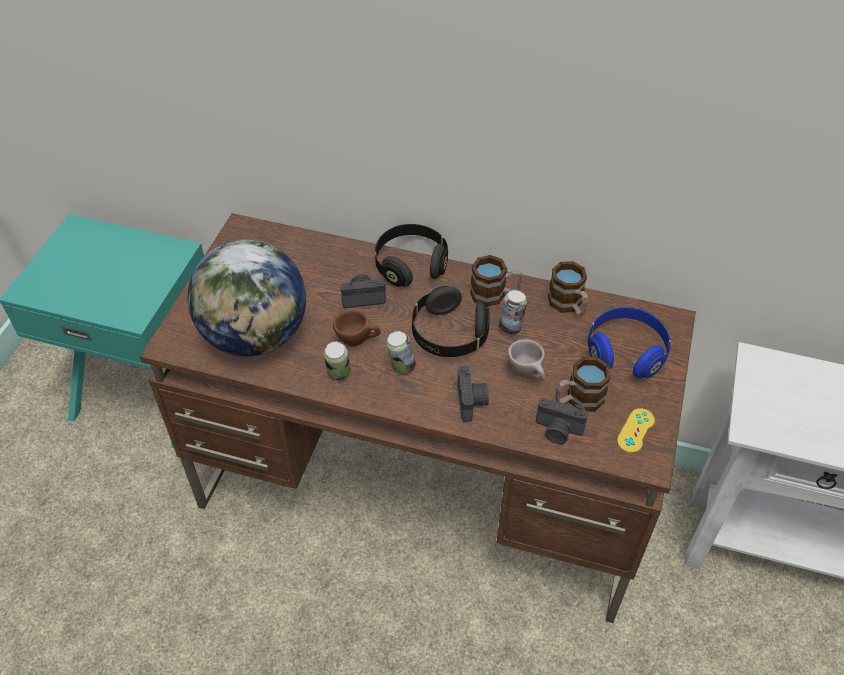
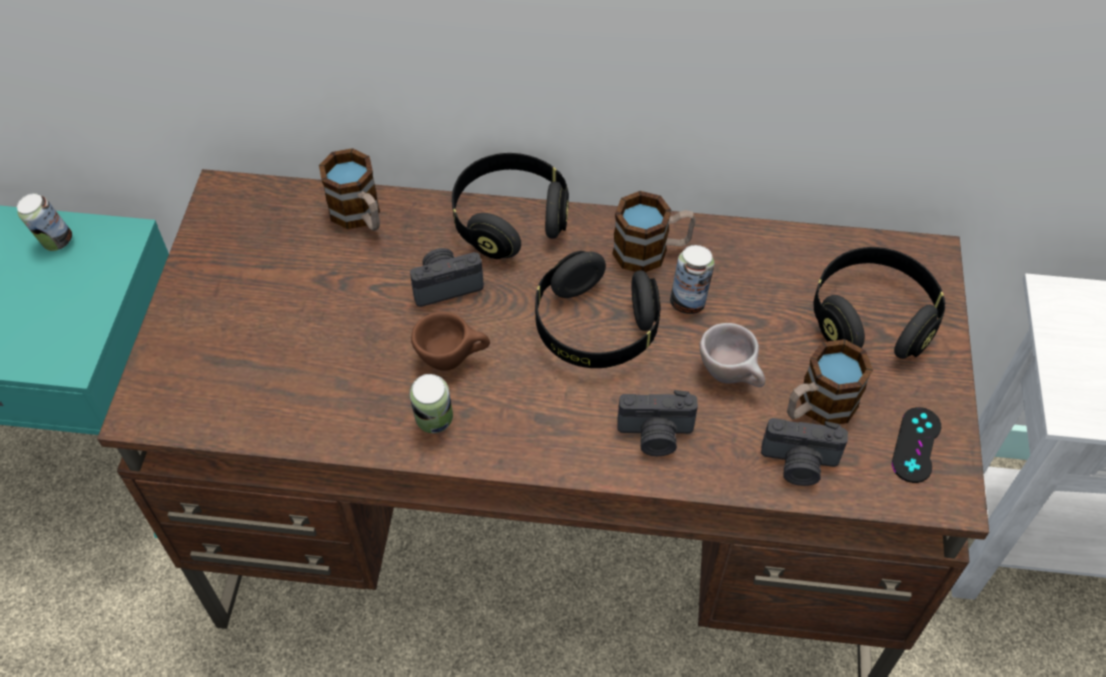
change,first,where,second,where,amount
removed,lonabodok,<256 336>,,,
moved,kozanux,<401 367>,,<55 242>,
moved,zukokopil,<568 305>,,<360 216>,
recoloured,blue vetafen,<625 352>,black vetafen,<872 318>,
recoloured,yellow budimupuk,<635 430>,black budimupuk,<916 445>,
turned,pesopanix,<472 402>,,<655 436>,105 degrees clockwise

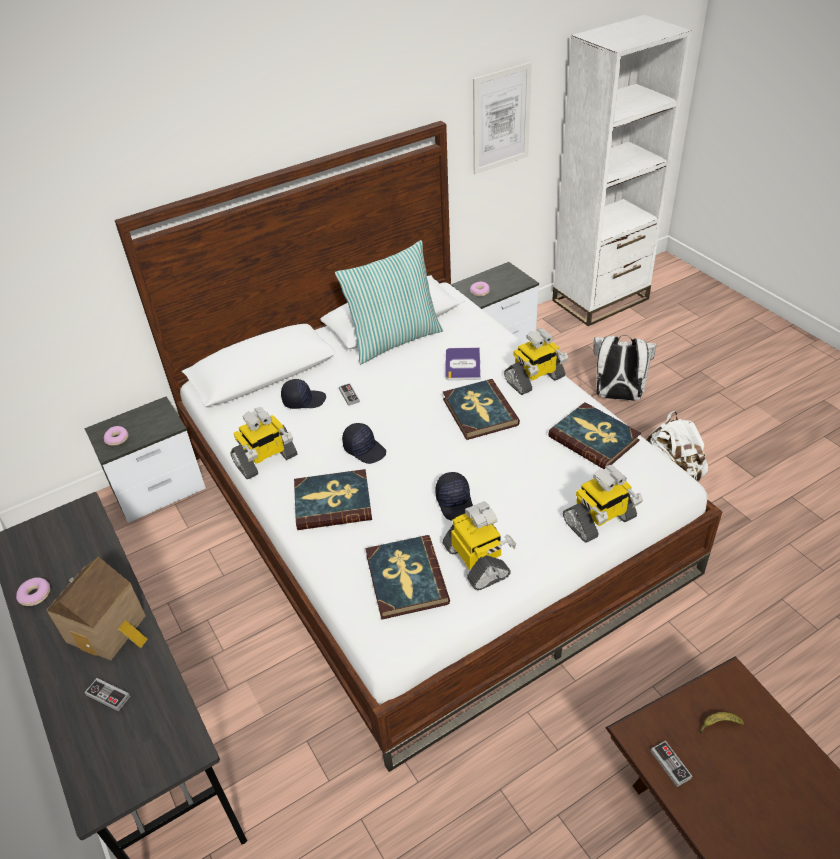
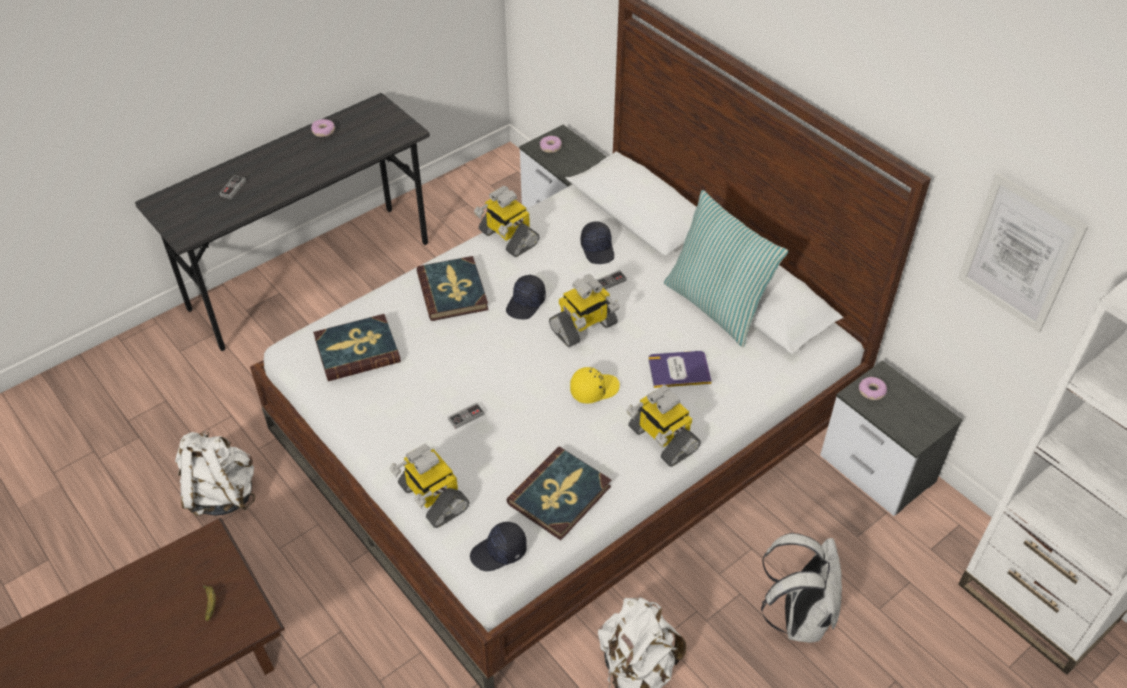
change,first,where,second,where,amount
removed,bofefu,<110 630>,,,
added,,,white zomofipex,<222 494>,
moved,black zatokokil,<455 502>,,<499 552>,
moved,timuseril,<477 561>,,<583 327>,
moved,budimupuk,<670 764>,,<466 417>,
replaced,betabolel,<479 412>,yellow zatokokil,<593 389>,

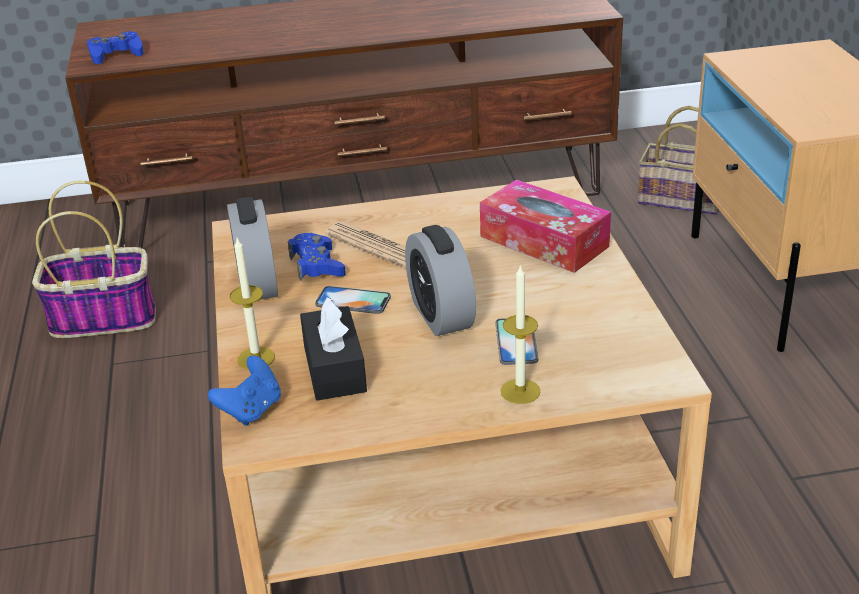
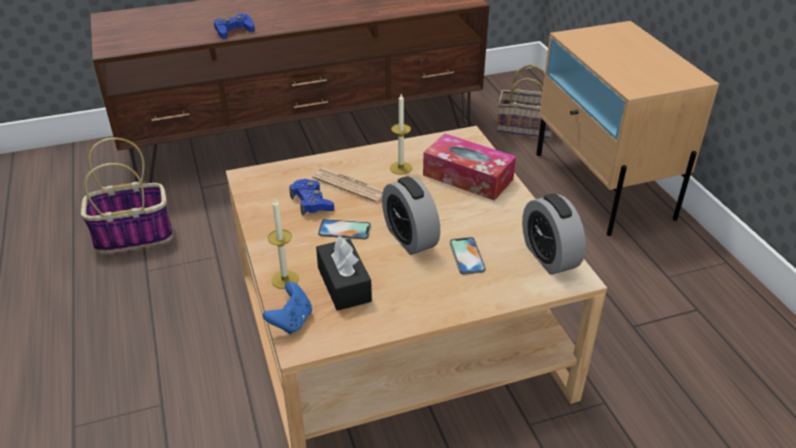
change,first,where,second,where,amount
moved,blue budimupuk,<116 54>,,<234 30>,
moved,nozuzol,<257 283>,,<549 256>,
moved,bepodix,<520 391>,,<401 168>,

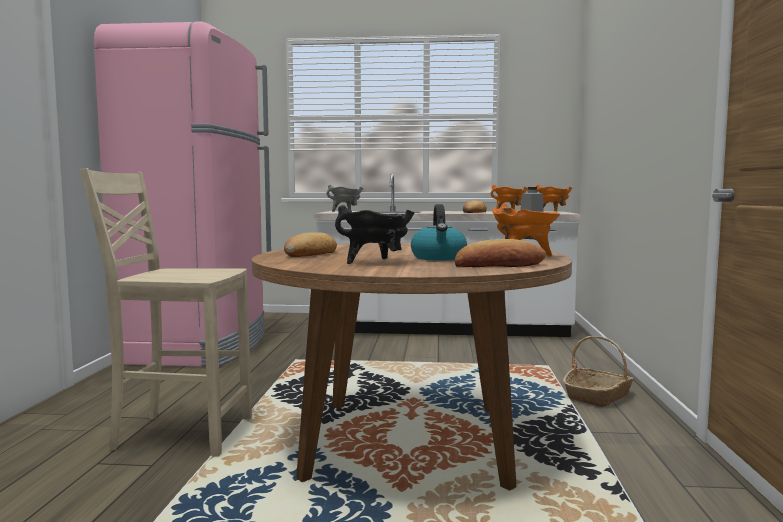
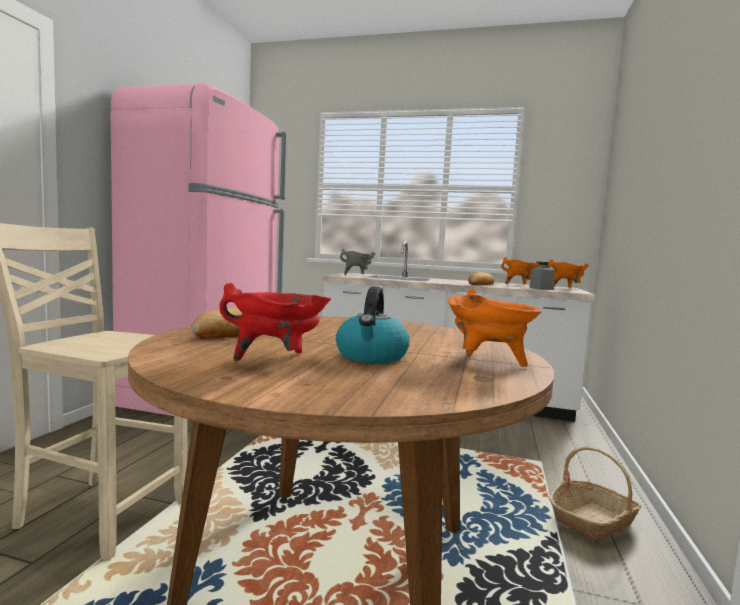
change,first,where,second,where,amount
removed,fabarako,<499 265>,,,
recoloured,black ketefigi,<377 262>,red ketefigi,<278 360>,

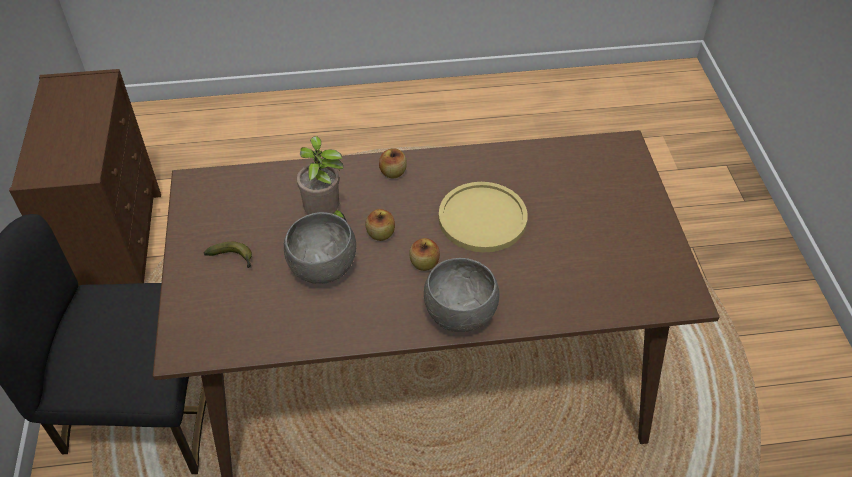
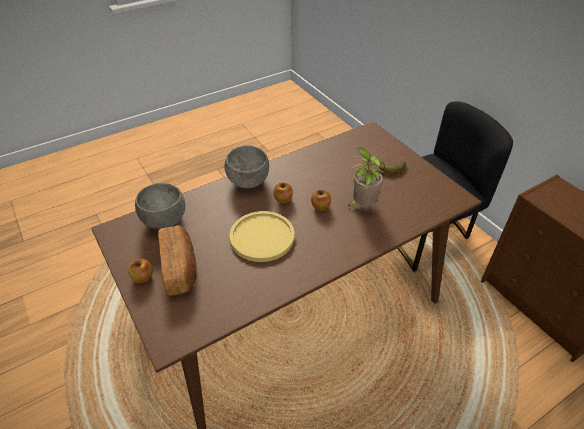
change,first,where,second,where,amount
added,,,fabarako,<180 268>,
moved,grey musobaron,<322 267>,,<165 221>,
moved,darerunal,<393 172>,,<143 277>,

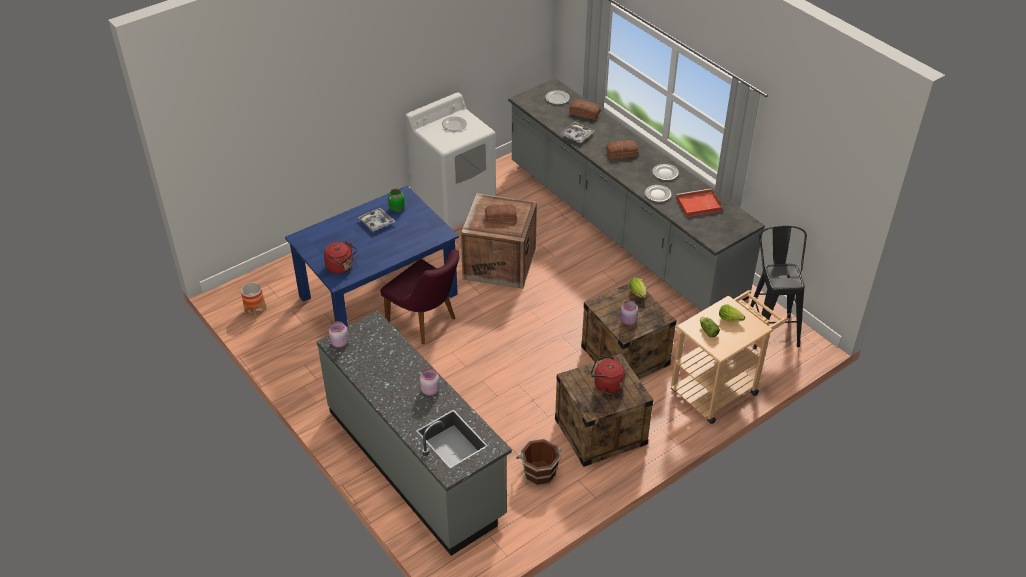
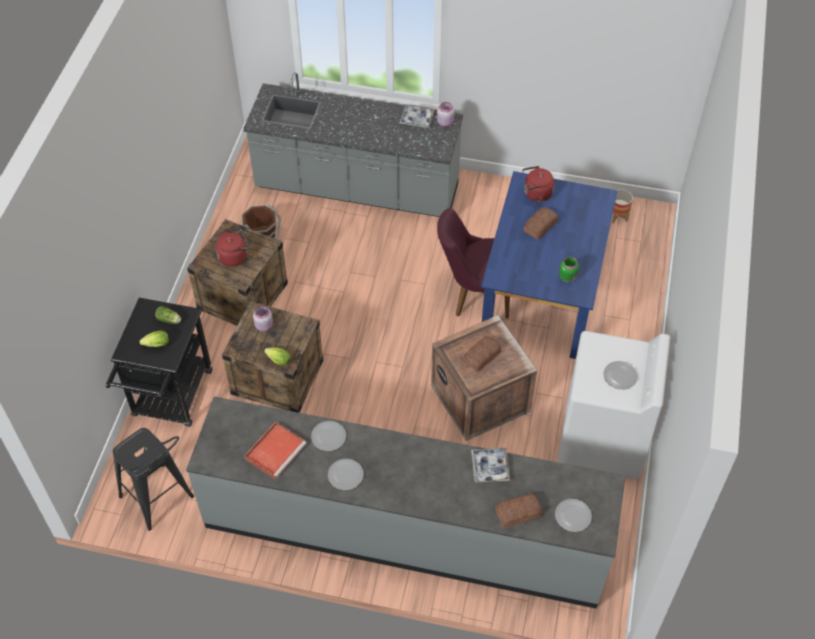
change,first,where,second,where,amount
removed,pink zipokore,<429 390>,,,
moved,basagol,<376 222>,,<417 119>,
moved,fabarako,<622 153>,,<539 226>,
recoloured,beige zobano,<719 388>,black zobano,<170 399>,

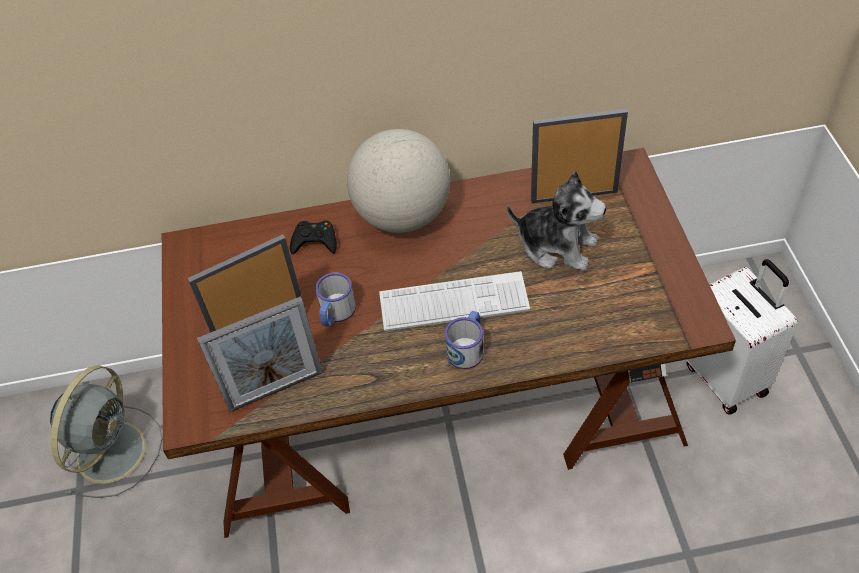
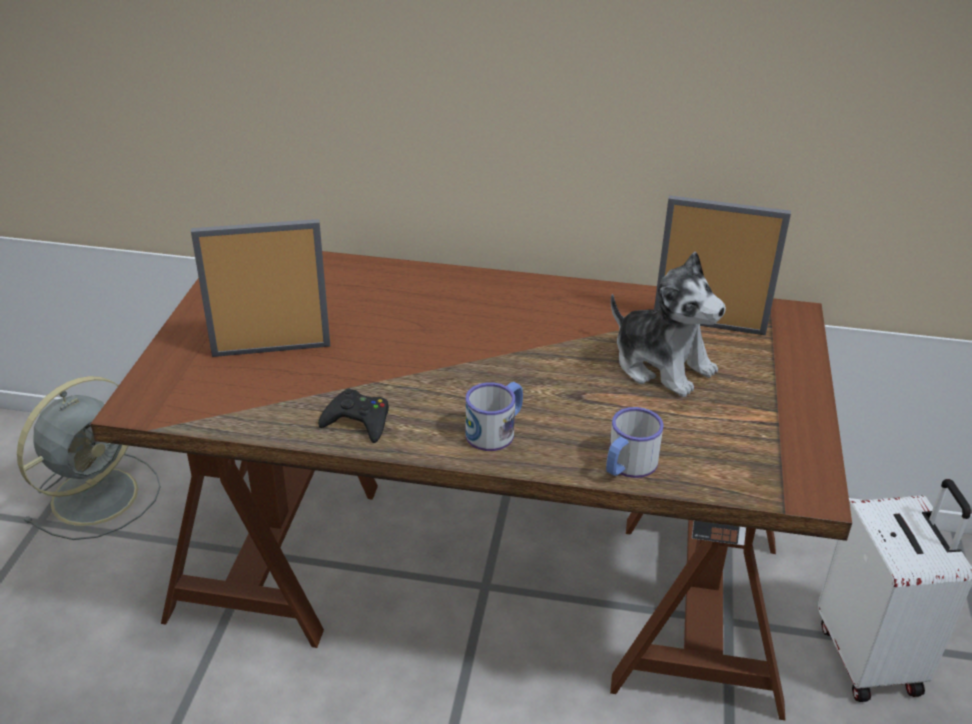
change,first,where,second,where,amount
removed,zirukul,<276 390>,,,
removed,lonabodok,<402 216>,,,
removed,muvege,<454 302>,,,
moved,black budimupuk,<315 241>,,<358 421>,
moved,zukokopil,<335 313>,,<627 466>,

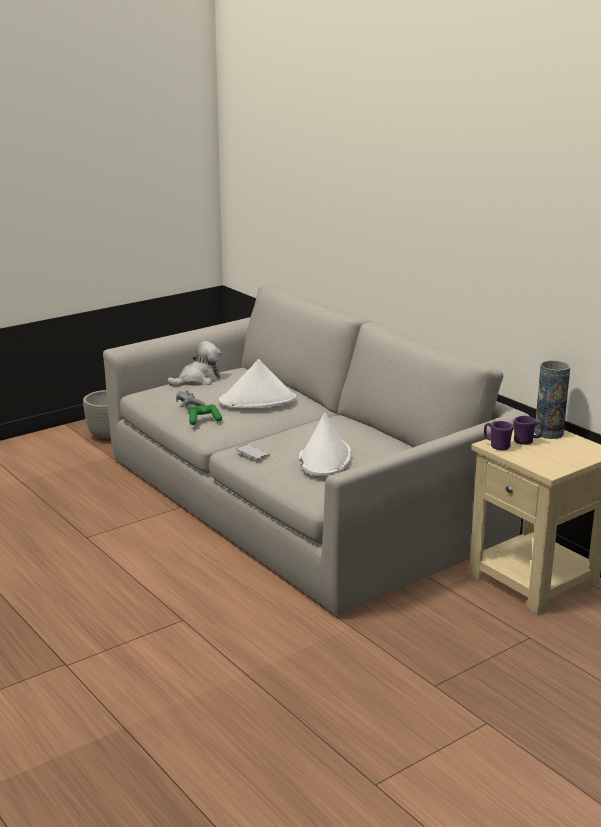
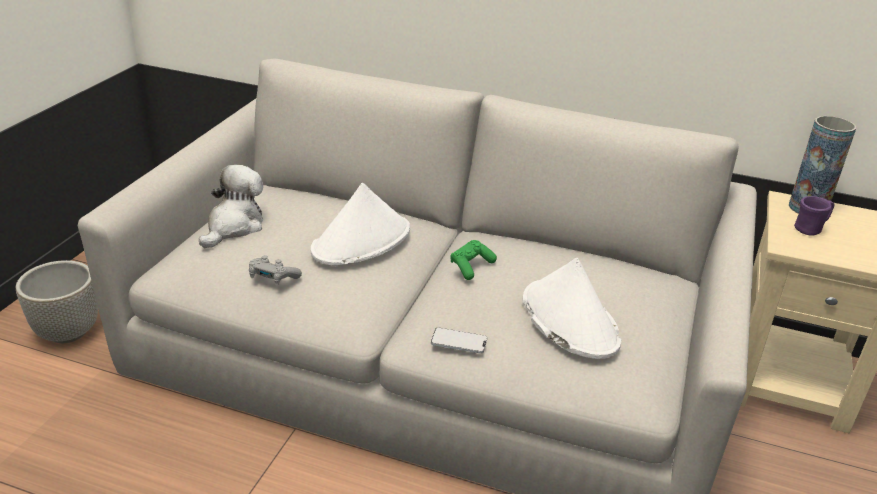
change,first,where,second,where,amount
removed,purple zukokopil,<497 446>,,,
moved,green budimupuk,<204 420>,,<471 266>,

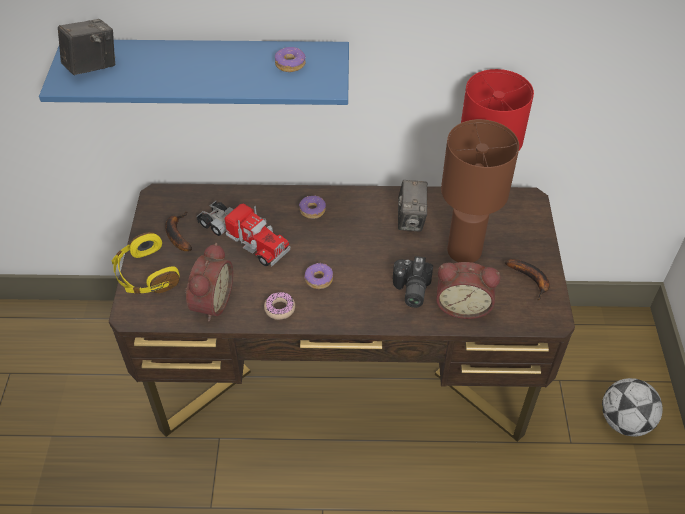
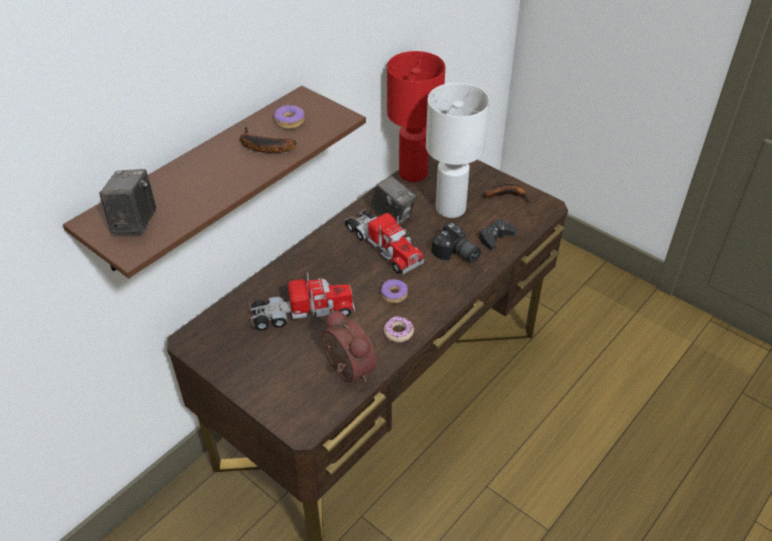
change,first,where,second,where,amount
removed,yellow vetafen,<145 275>,,,
removed,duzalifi,<312 210>,,,
removed,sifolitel,<624 421>,,,
added,,,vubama,<383 246>,
moved,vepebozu,<177 234>,,<262 147>,
replaced,nozuzol,<463 305>,black budimupuk,<495 238>,
recoloured,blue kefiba,<209 71>,brown kefiba,<200 179>,
recoloured,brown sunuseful,<465 252>,white sunuseful,<451 209>,

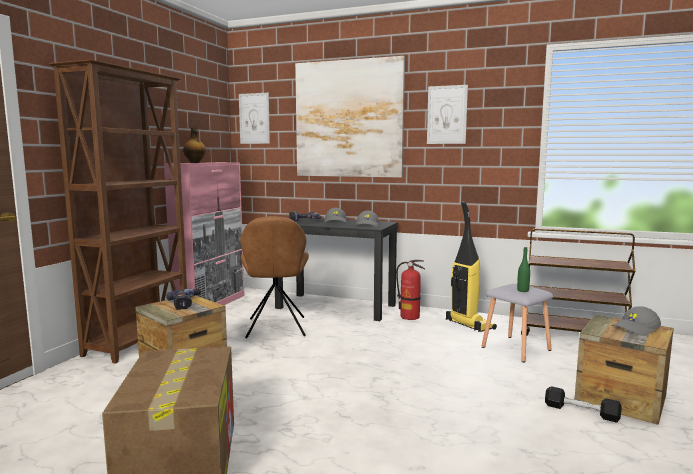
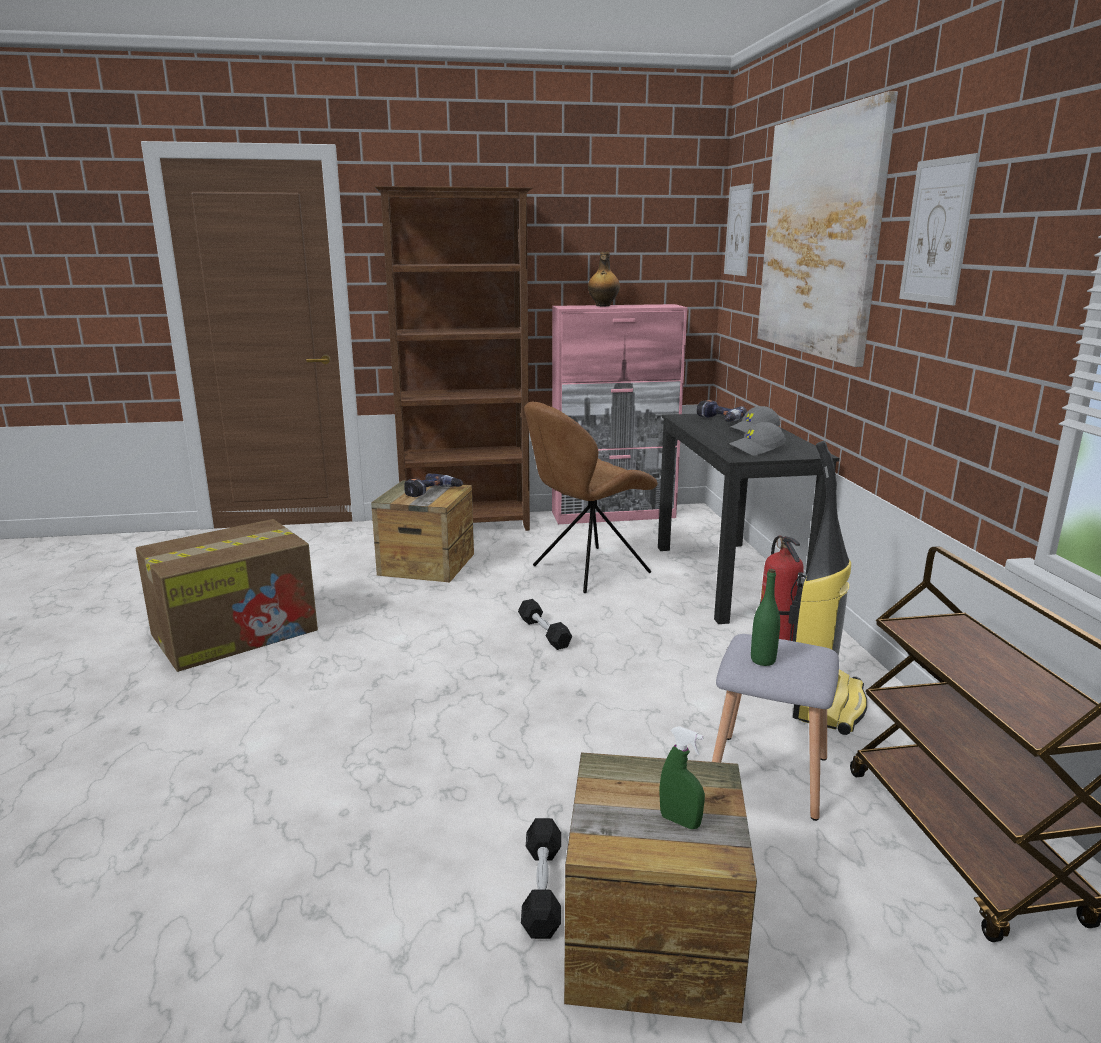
change,first,where,second,where,amount
added,,,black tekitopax,<544 633>,
replaced,grey zatokokil,<636 329>,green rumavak,<680 821>,

